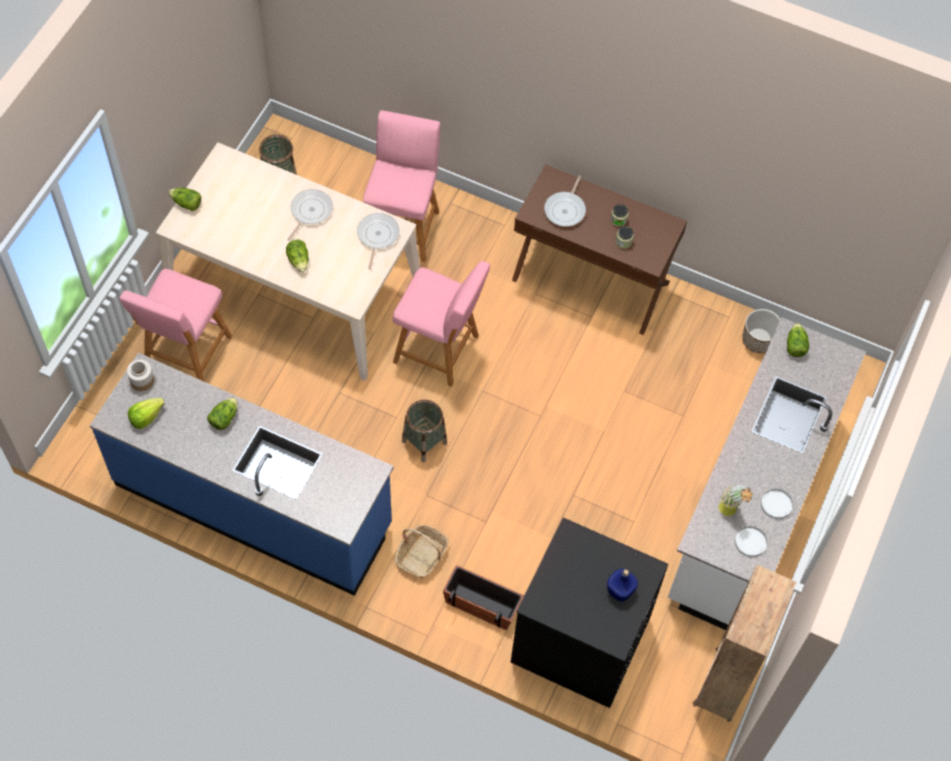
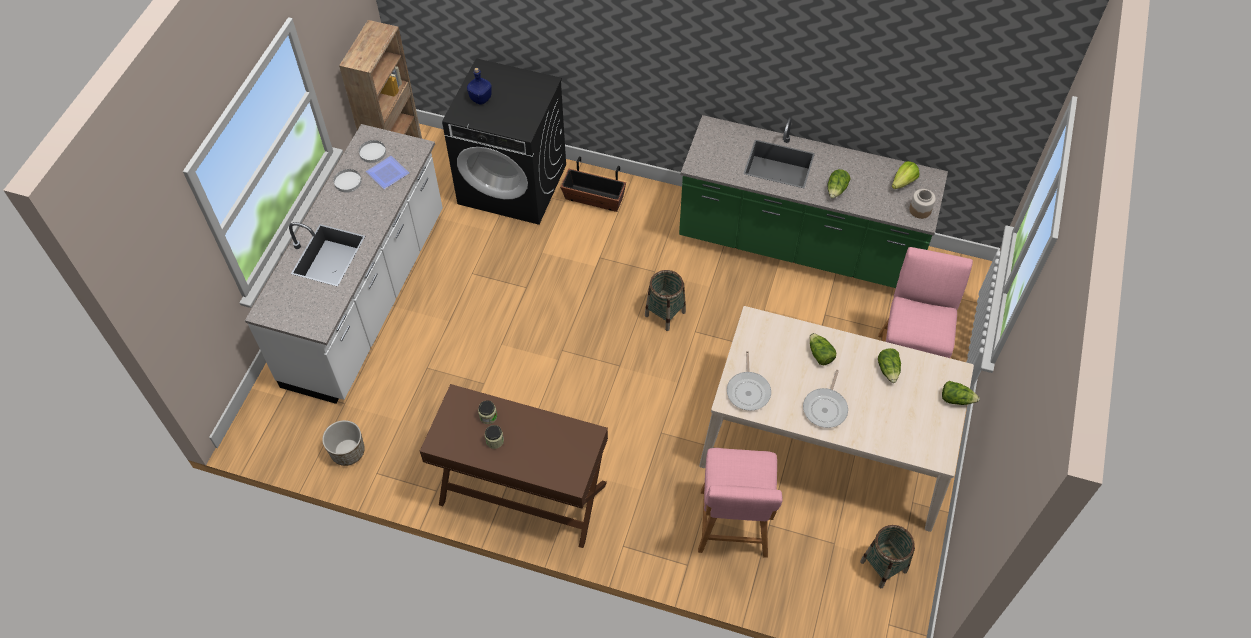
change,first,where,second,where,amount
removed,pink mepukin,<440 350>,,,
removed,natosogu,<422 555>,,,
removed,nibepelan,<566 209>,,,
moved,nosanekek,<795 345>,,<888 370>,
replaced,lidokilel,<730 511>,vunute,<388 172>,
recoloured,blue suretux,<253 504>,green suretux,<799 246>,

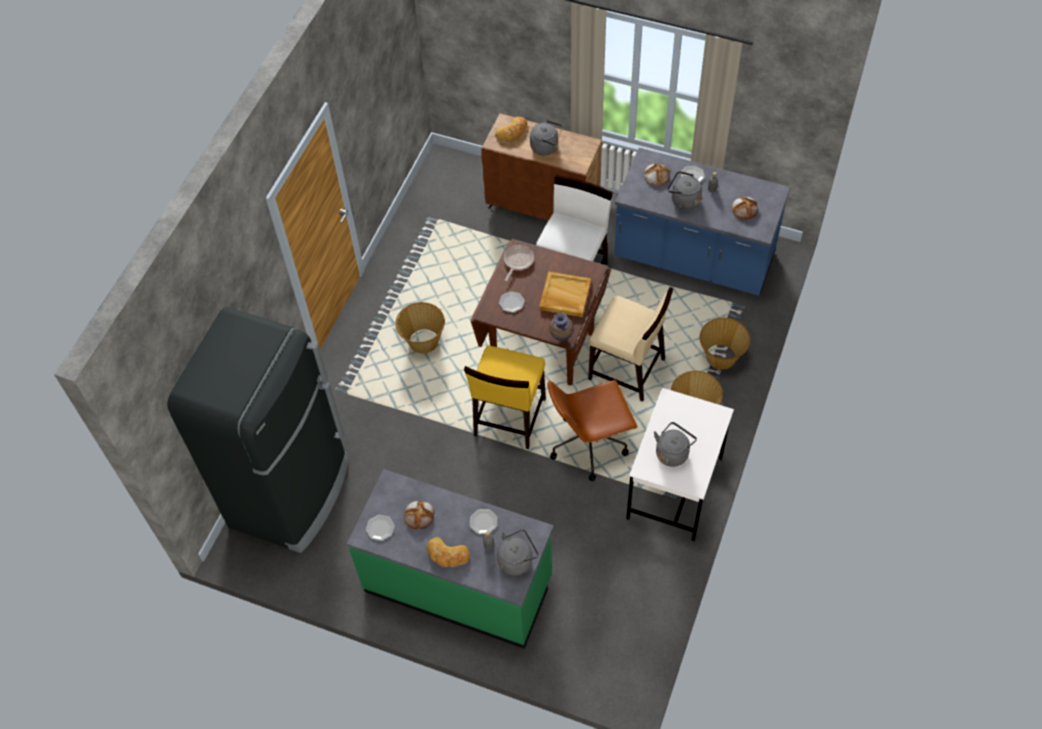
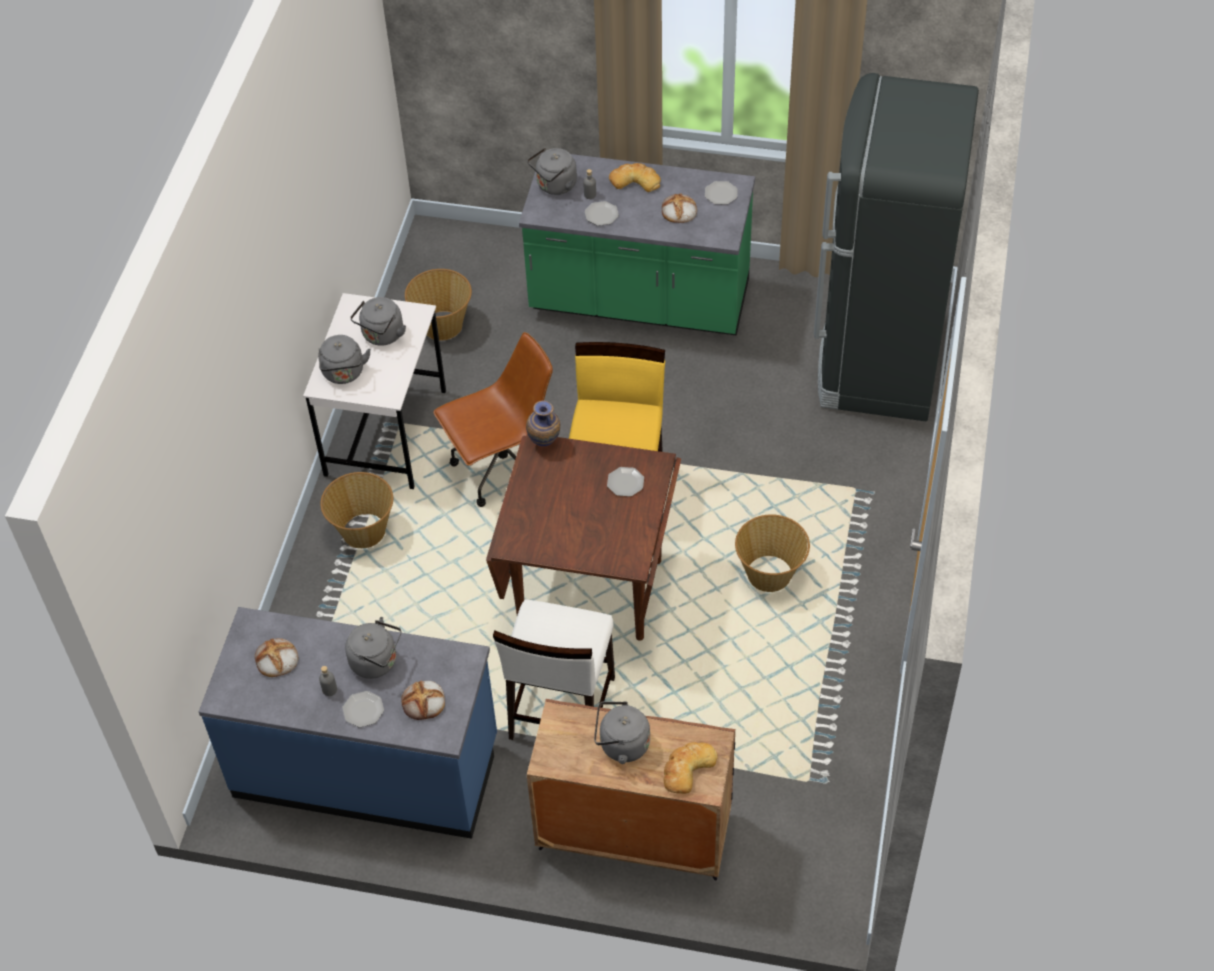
change,first,where,second,where,amount
removed,nibepelan,<517 261>,,,
removed,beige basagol,<564 296>,,,
removed,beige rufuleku,<627 370>,,,
added,,,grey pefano,<344 374>,
moved,natosogu,<721 357>,,<442 325>,

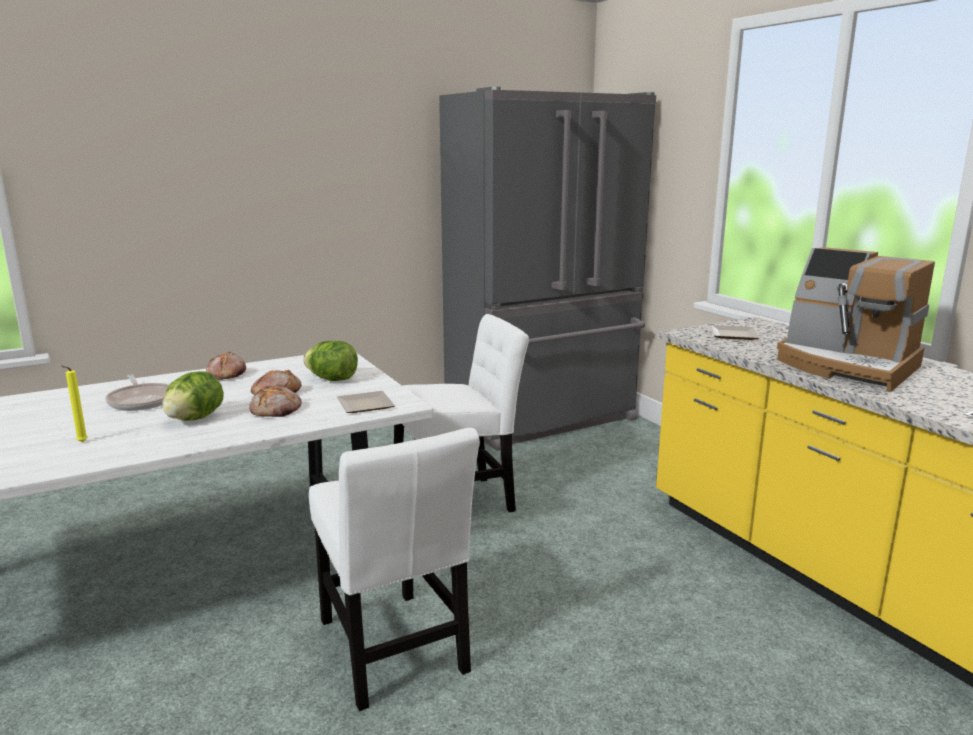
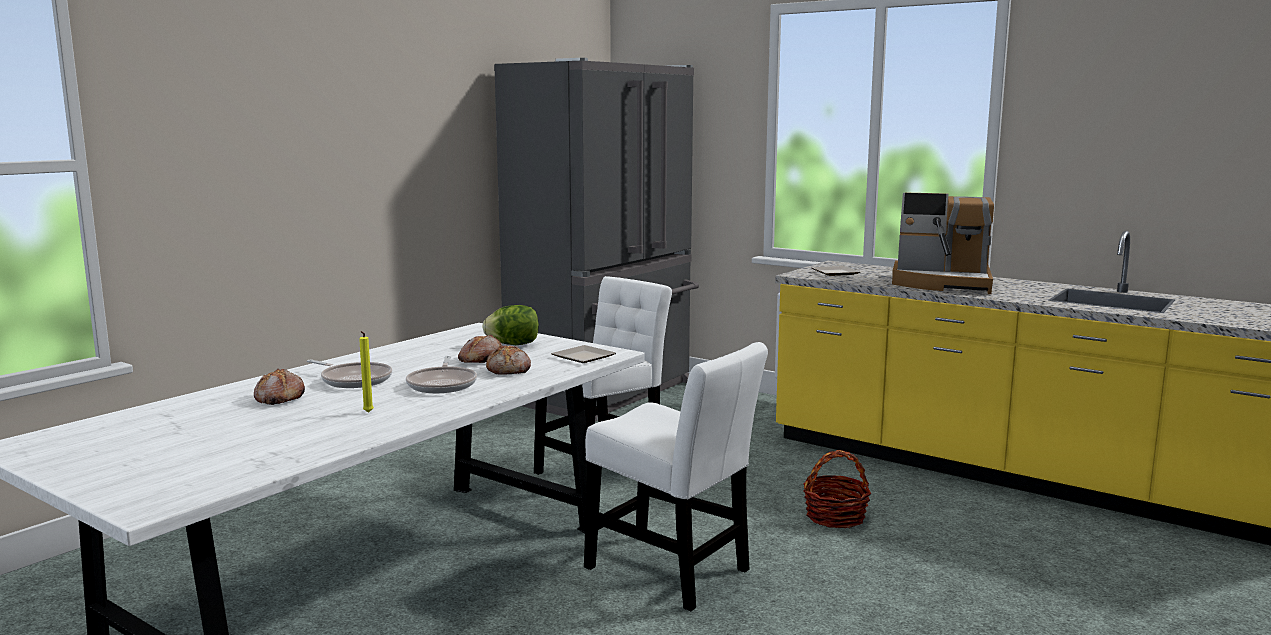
change,first,where,second,where,amount
added,,,natosogu,<835 517>,
moved,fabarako,<225 375>,,<279 398>,
replaced,nosanekek,<195 419>,nibepelan,<443 384>,

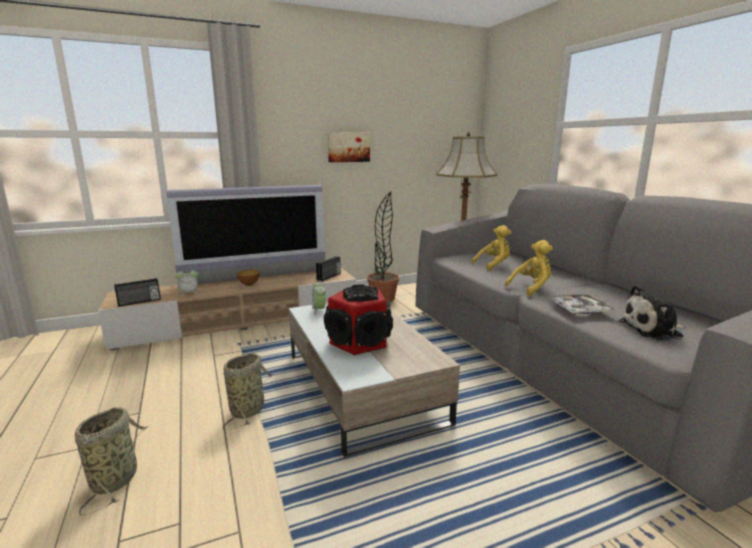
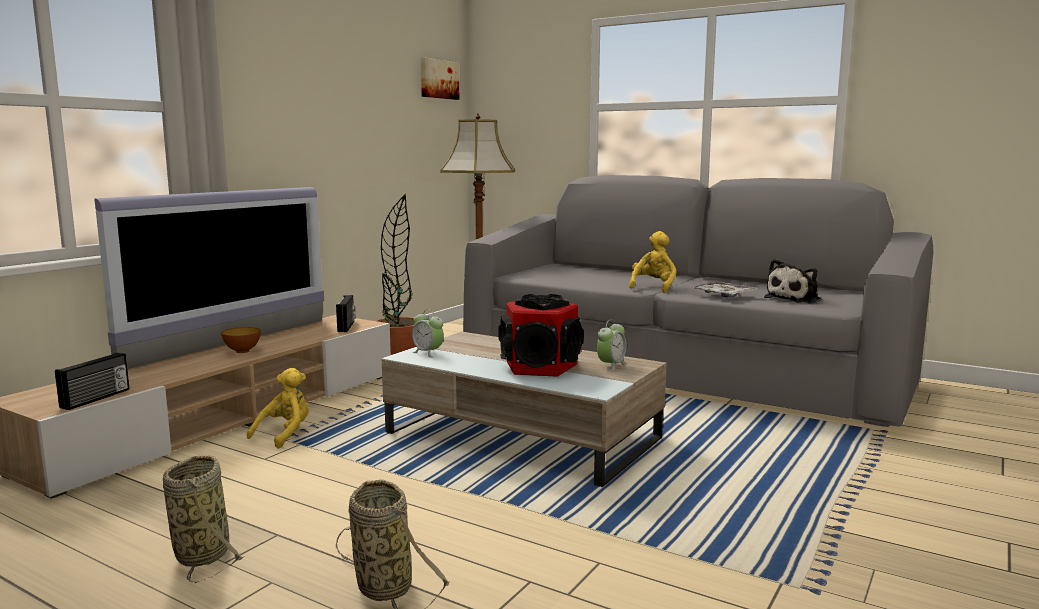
change,first,where,second,where,amount
moved,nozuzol,<189 293>,,<611 366>,
moved,natosogu,<249 409>,,<202 553>,
moved,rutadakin,<348 147>,,<438 79>,
moved,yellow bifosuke,<493 265>,,<285 434>,

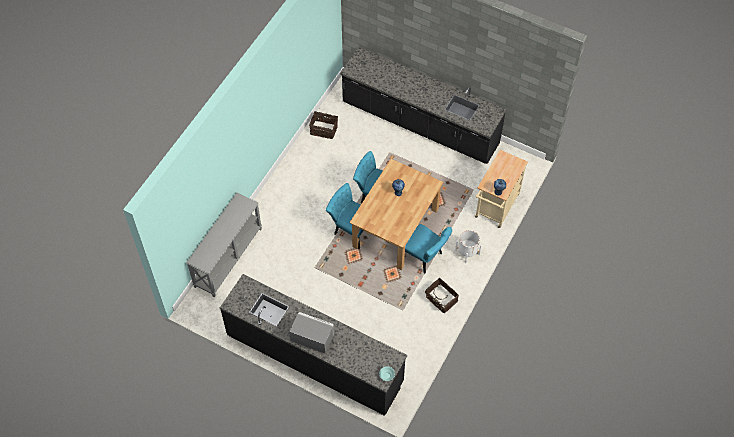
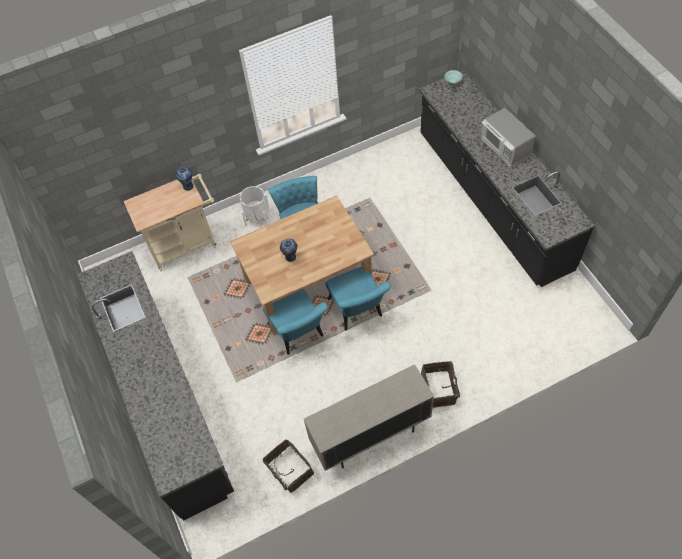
change,first,where,second,where,amount
removed,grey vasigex,<228 257>,,,
added,,,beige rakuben,<370 436>,
moved,natosogu,<441 300>,,<439 389>,

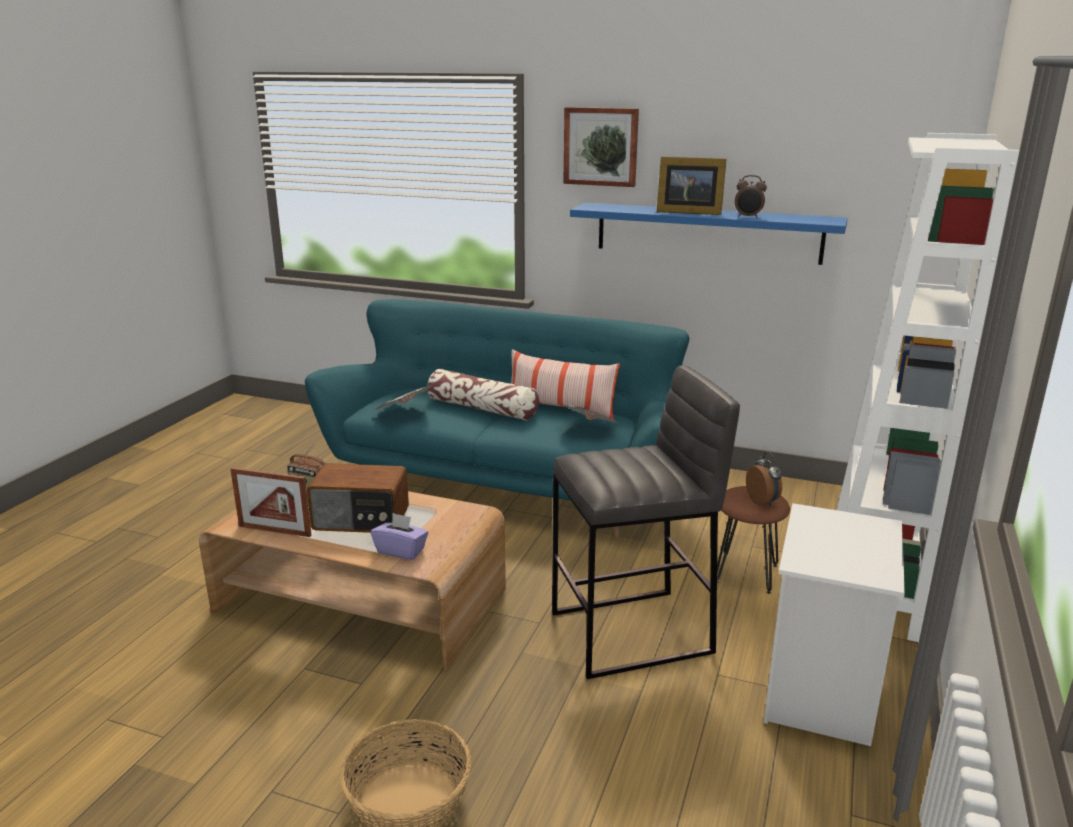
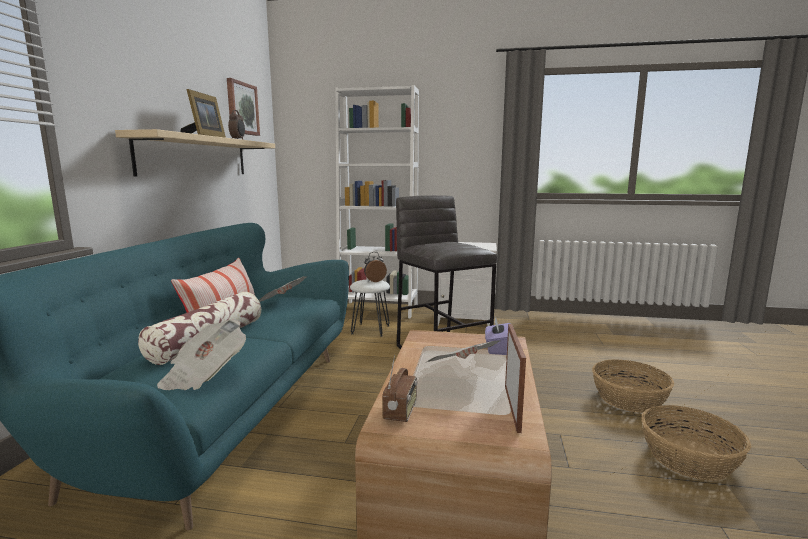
change,first,where,second,where,amount
added,,,natosogu,<689 458>,
moved,rutadakin,<601 146>,,<242 108>,
replaced,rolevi,<361 520>,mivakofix,<461 370>,
recoloured,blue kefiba,<707 232>,beige kefiba,<196 156>,
recoloured,brown mepukin,<745 573>,white mepukin,<370 330>,

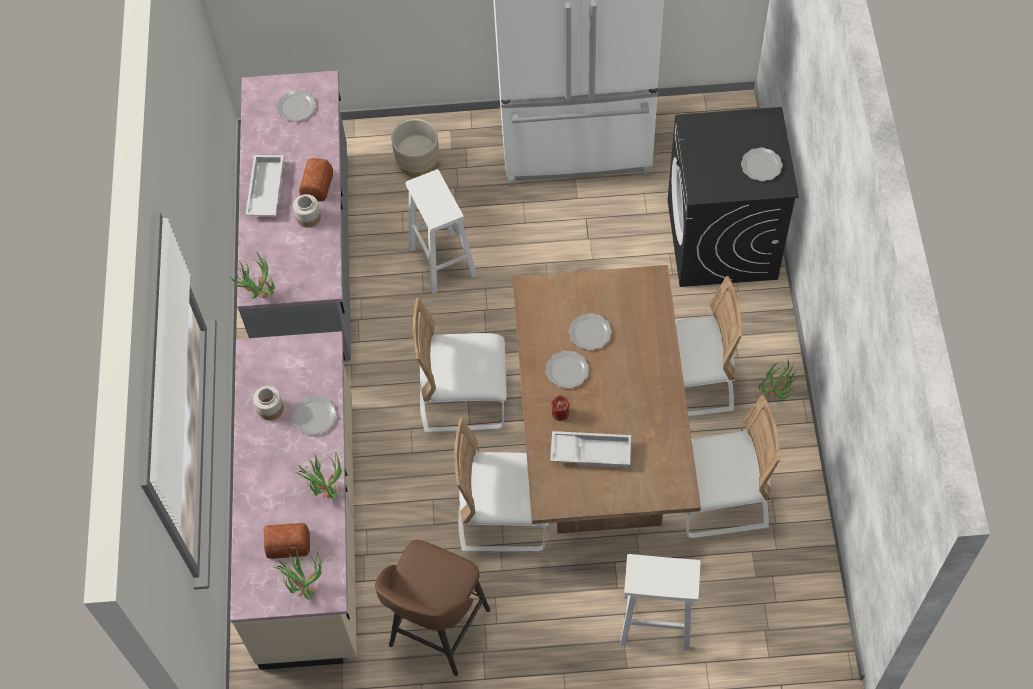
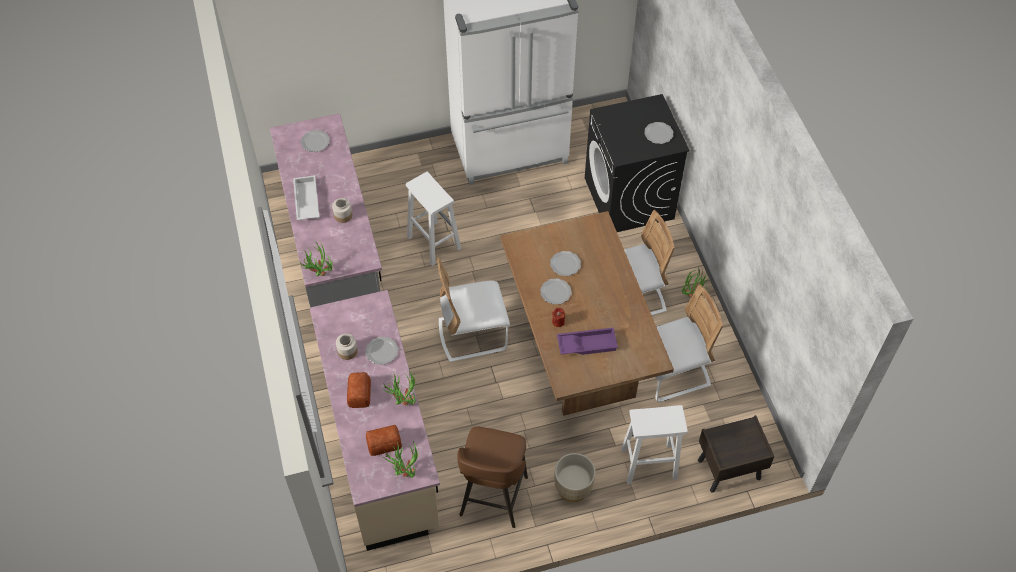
change,first,where,second,where,amount
removed,white rufuleku,<504 517>,,,
added,,,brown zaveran,<728 470>,
moved,fabarako,<318 184>,,<360 393>,
moved,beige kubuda,<418 163>,,<573 487>,
recoloured,white basagol,<591 451>,purple basagol,<587 344>,

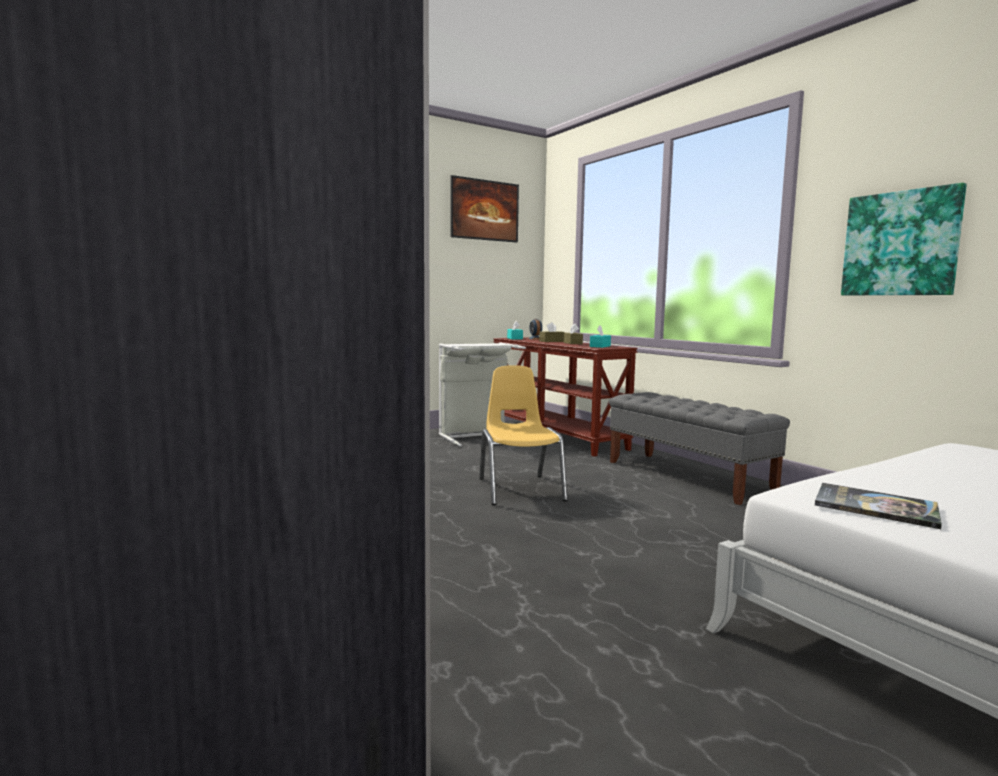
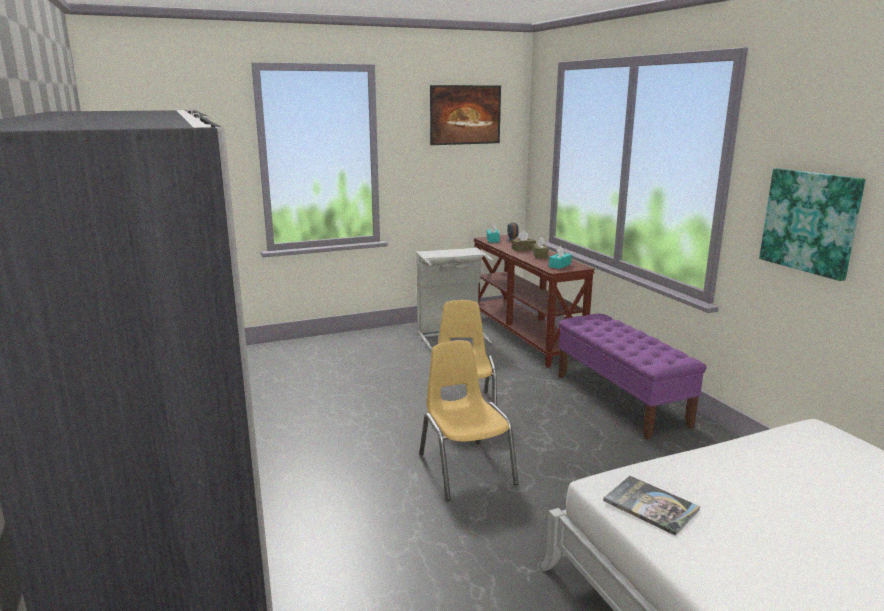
change,first,where,second,where,amount
added,,,yellow rufuleku,<465 468>,
recoloured,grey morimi,<688 477>,purple morimi,<621 400>,

